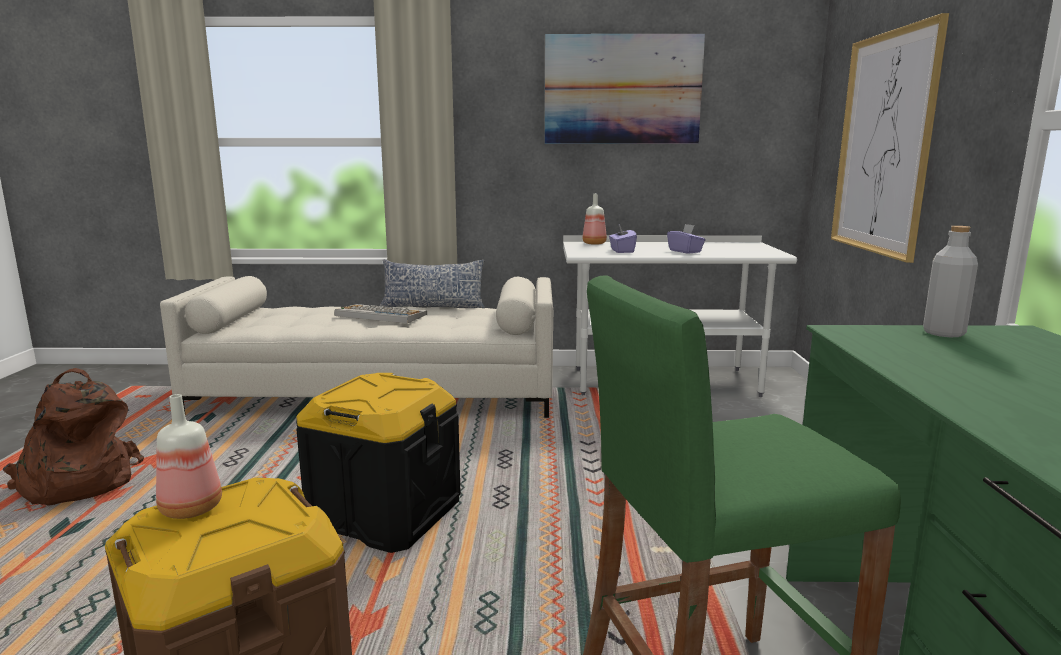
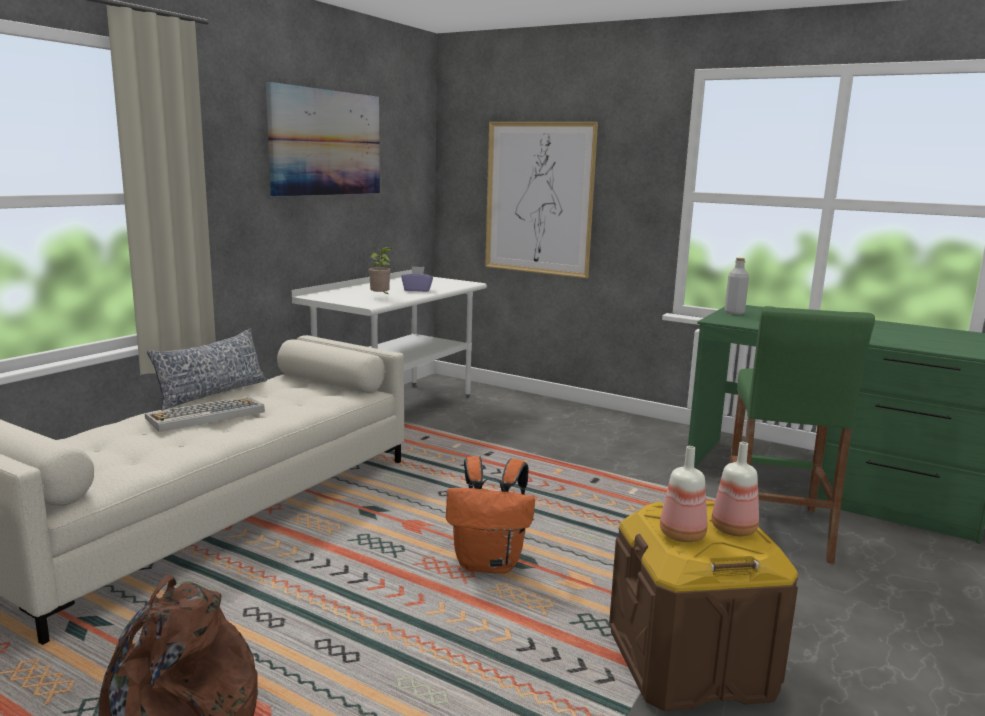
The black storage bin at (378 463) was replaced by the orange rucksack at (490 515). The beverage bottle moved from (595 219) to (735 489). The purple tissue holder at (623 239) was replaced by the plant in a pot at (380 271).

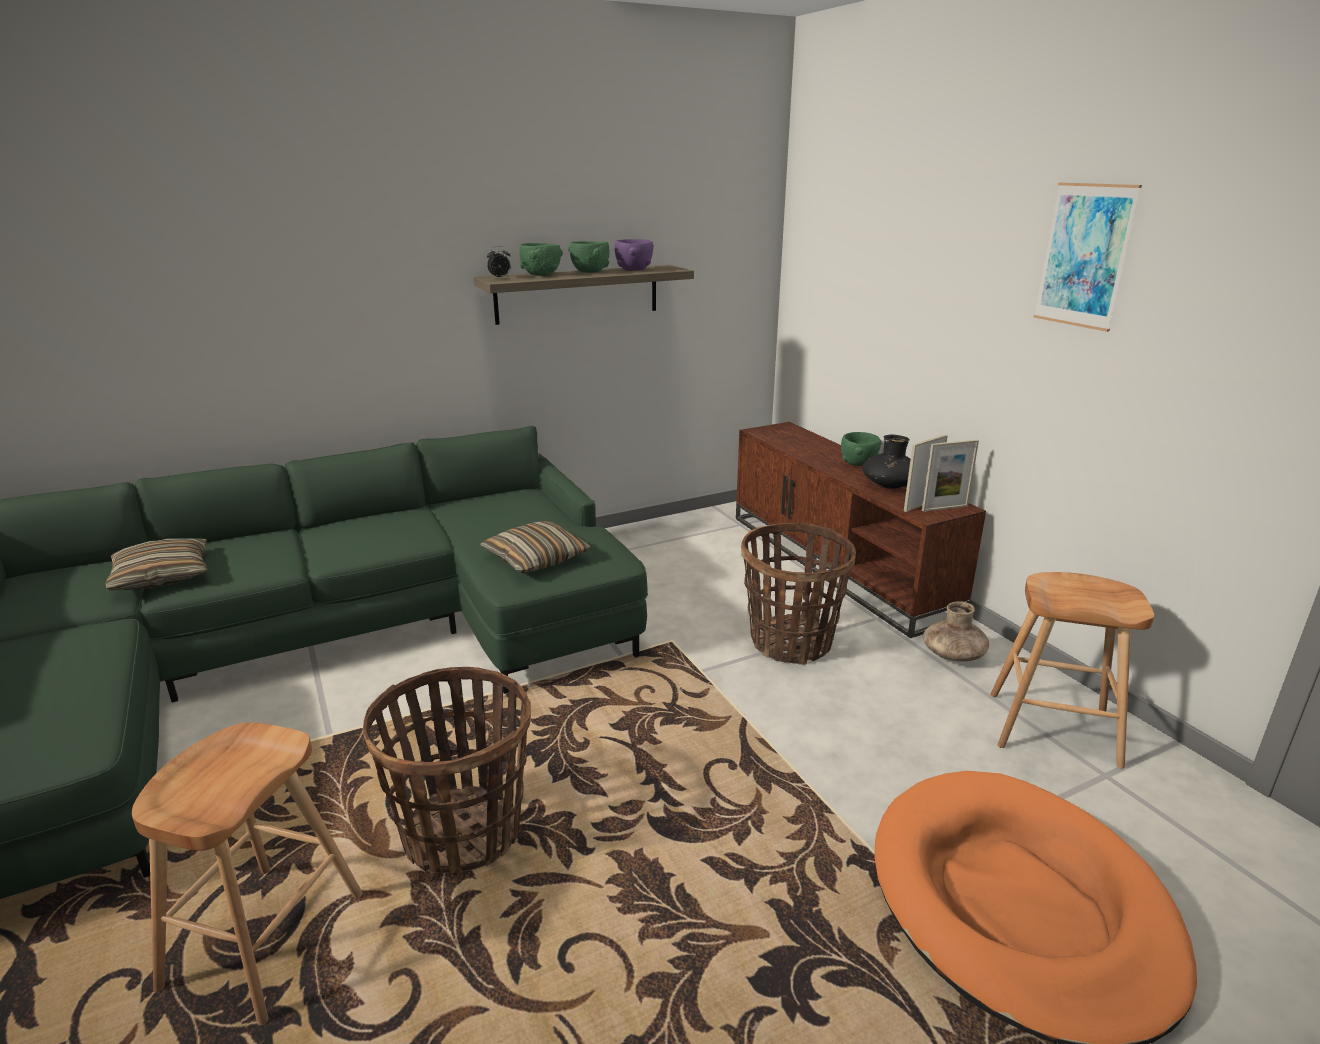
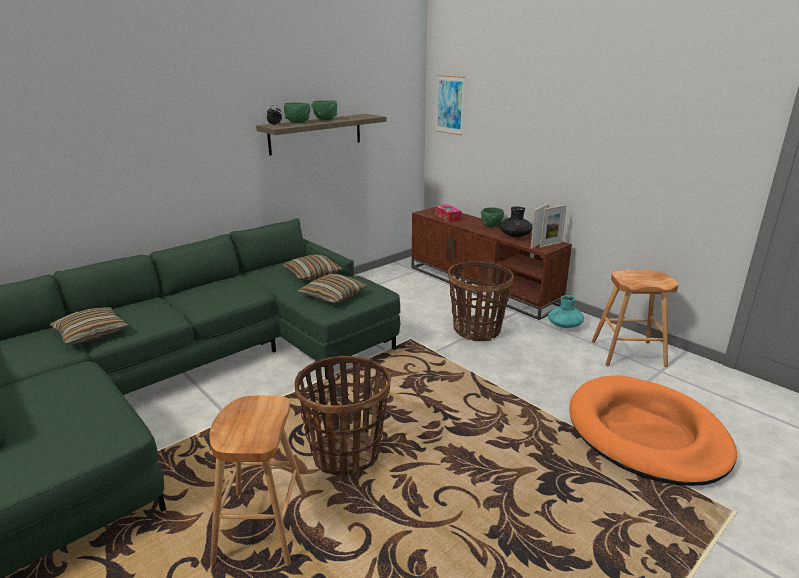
The purple bowl at (634 255) disappeared. The brownish decorative vase at (956 631) became the blue-green decorative vase at (566 311). The wall art moved from (1088 257) to (450 105). The throw pillow at (312 267) appeared. The tissue holder at (448 213) appeared.

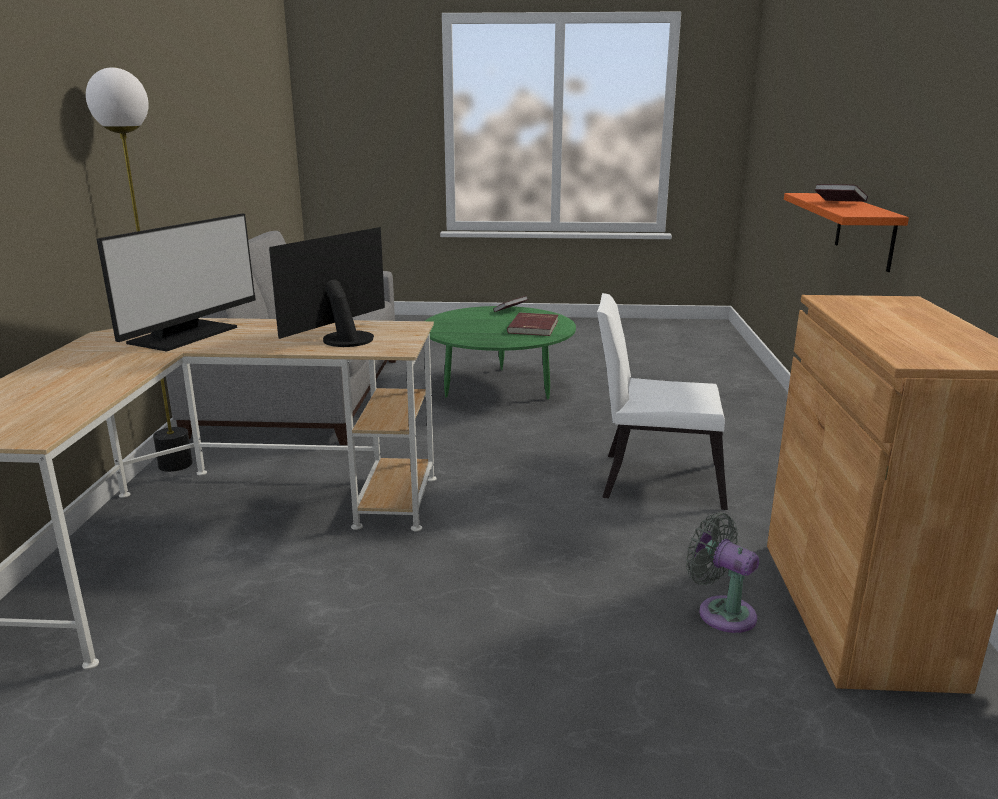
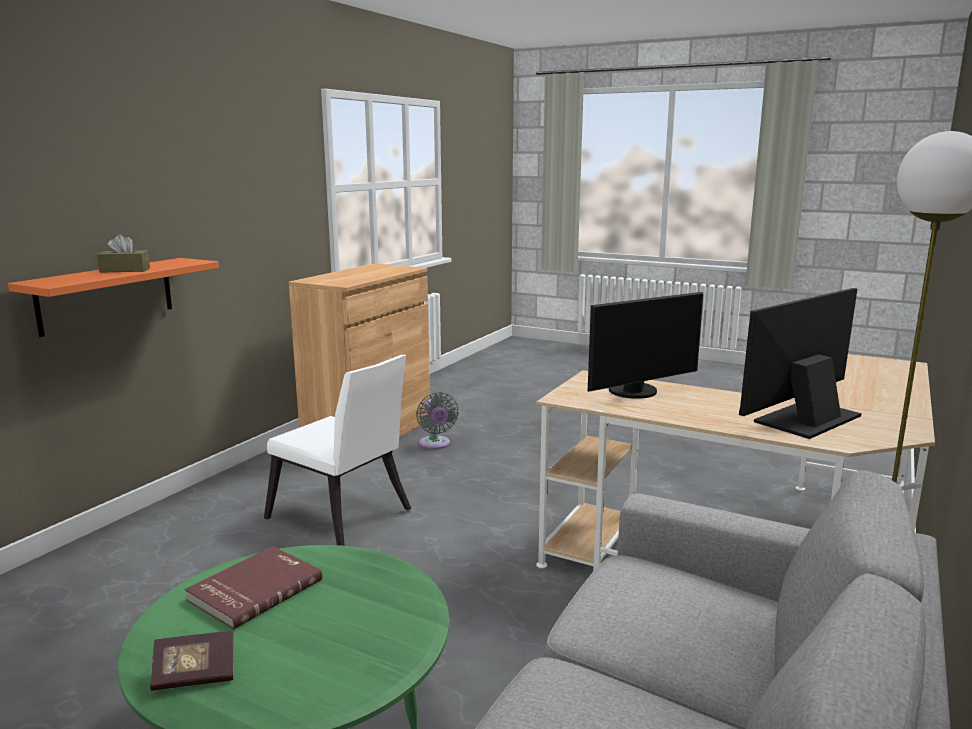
The book at (841 193) was replaced by the brownish tissue holder at (123 253).

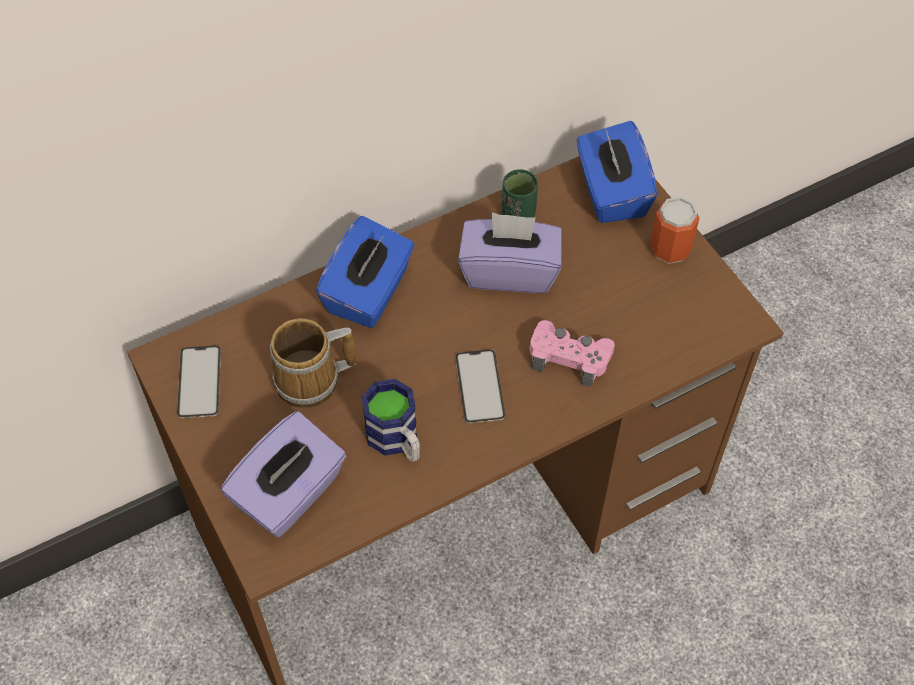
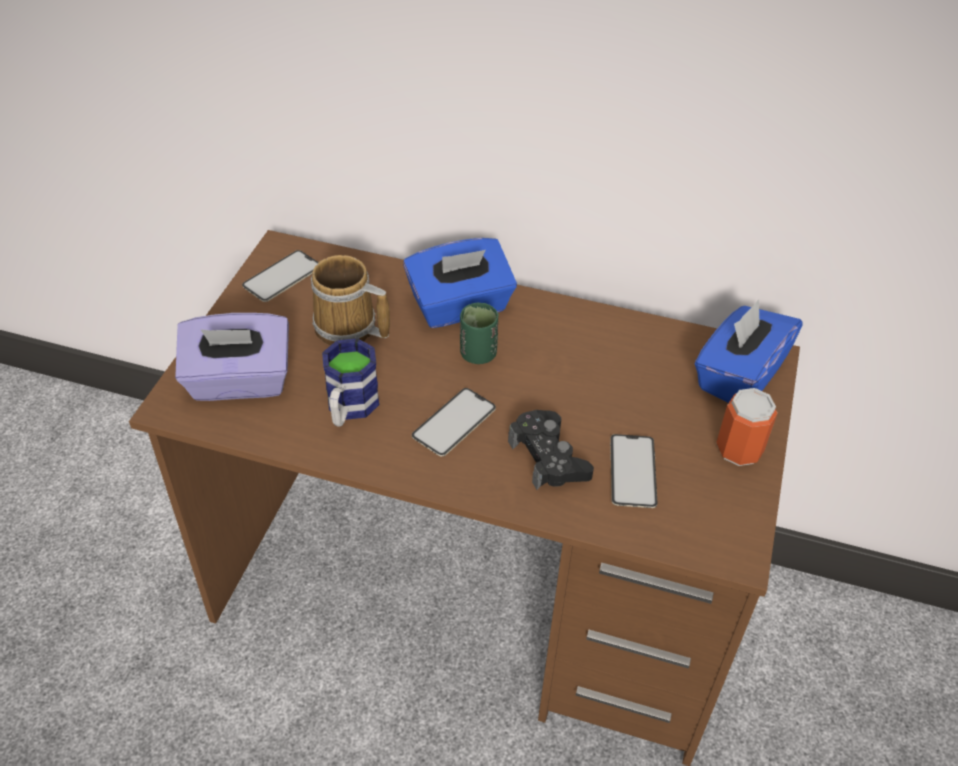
The purple tissue holder at (510 252) disappeared. The green small cup moved from (520 193) to (479 333). The pinkish game controller at (572 353) became the black game controller at (551 450). The telephone at (633 471) appeared.

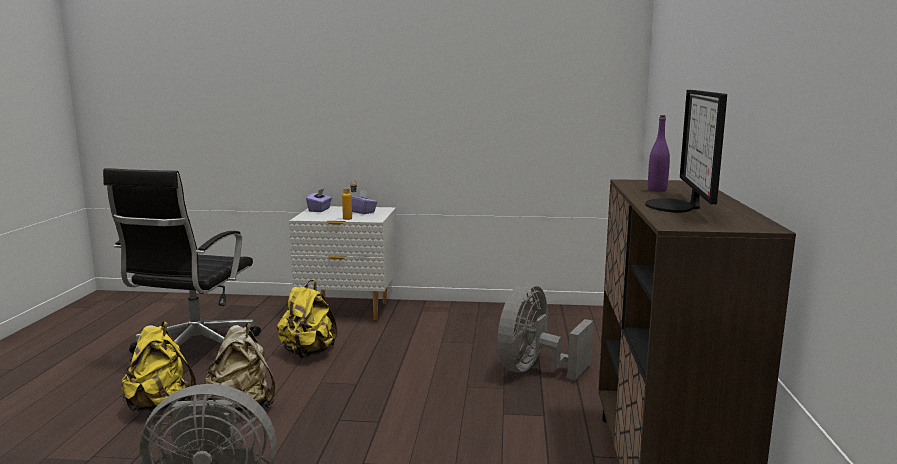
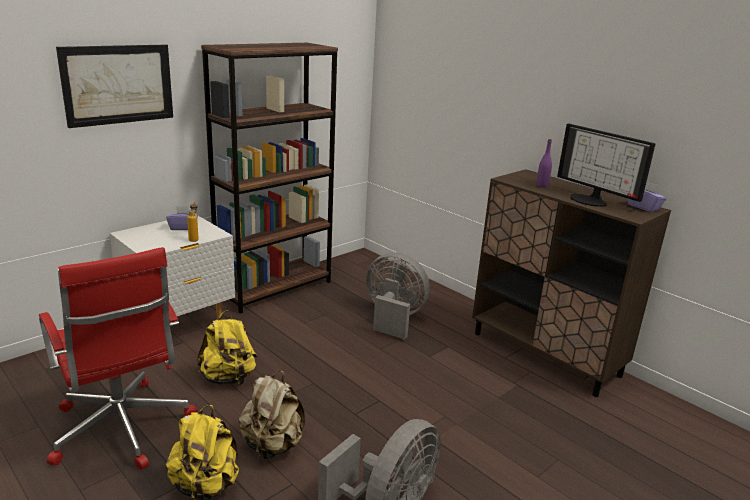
The black desk chair at (182 261) became the red-coloured desk chair at (118 358). The purple tissue holder moved from (319 200) to (646 197). The greyish electric fan at (545 331) turned 135 degrees clockwise. The wall art at (114 86) appeared. The brownish bookshelf at (269 178) appeared.

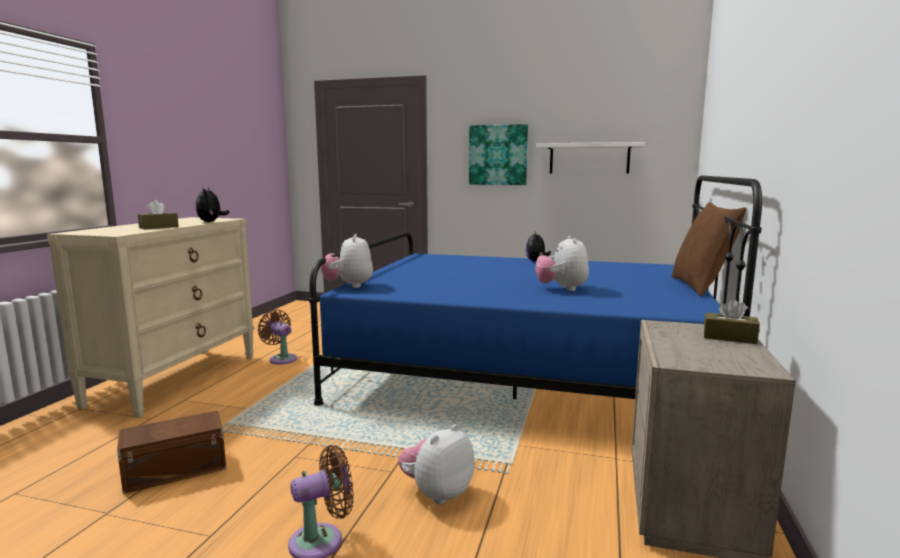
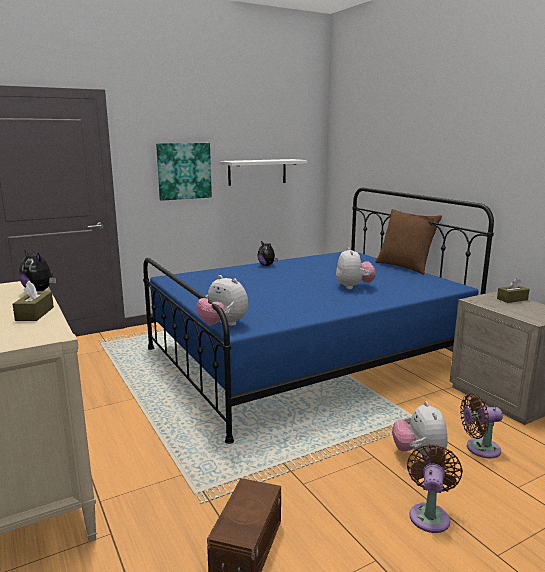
The brownish electric fan moved from (277 337) to (481 426). The soft toy at (562 263) turned 135 degrees counterclockwise.

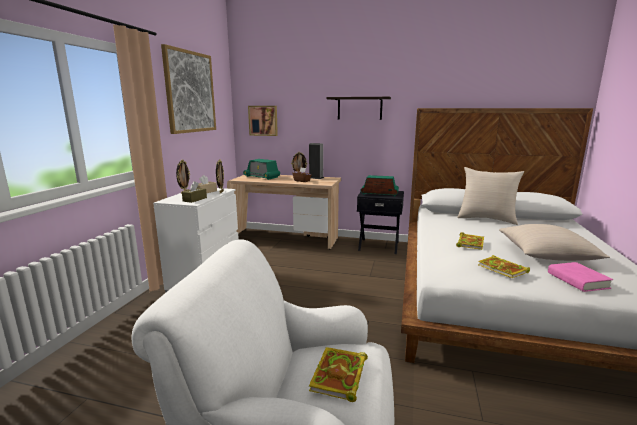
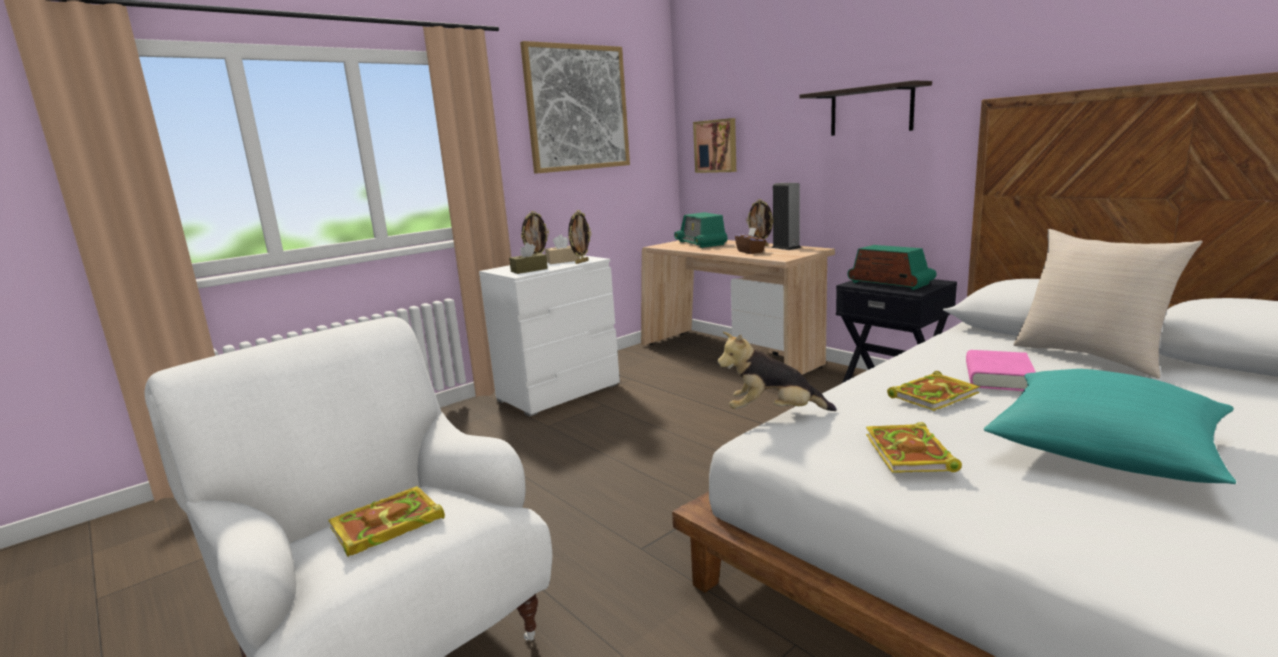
The sand-coloured throw pillow at (554 242) became the blue-green throw pillow at (1110 426). The pinkish book moved from (580 277) to (1000 370). The soft toy at (777 371) appeared.

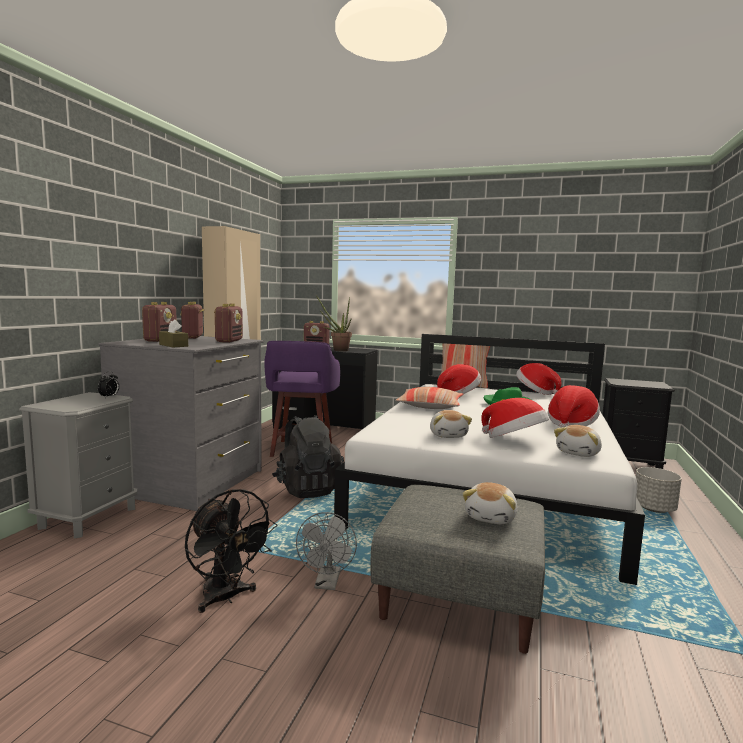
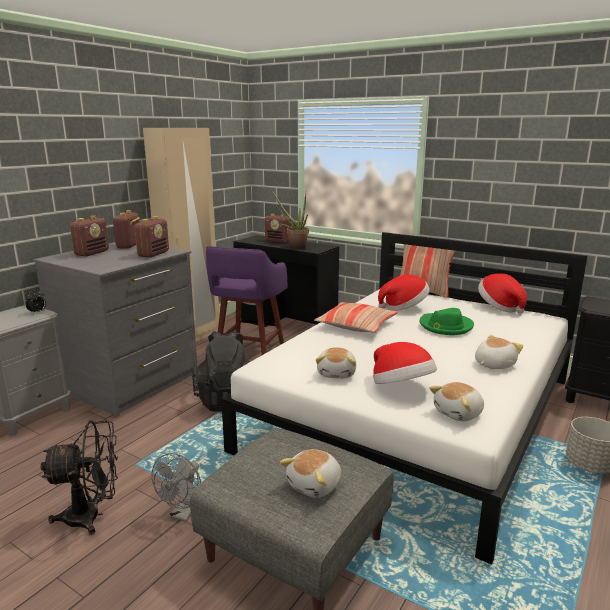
The brownish tissue holder at (173 333) disappeared. The black electric fan at (231 551) turned 75 degrees counterclockwise. The hat at (574 406) was replaced by the soft toy at (499 352).

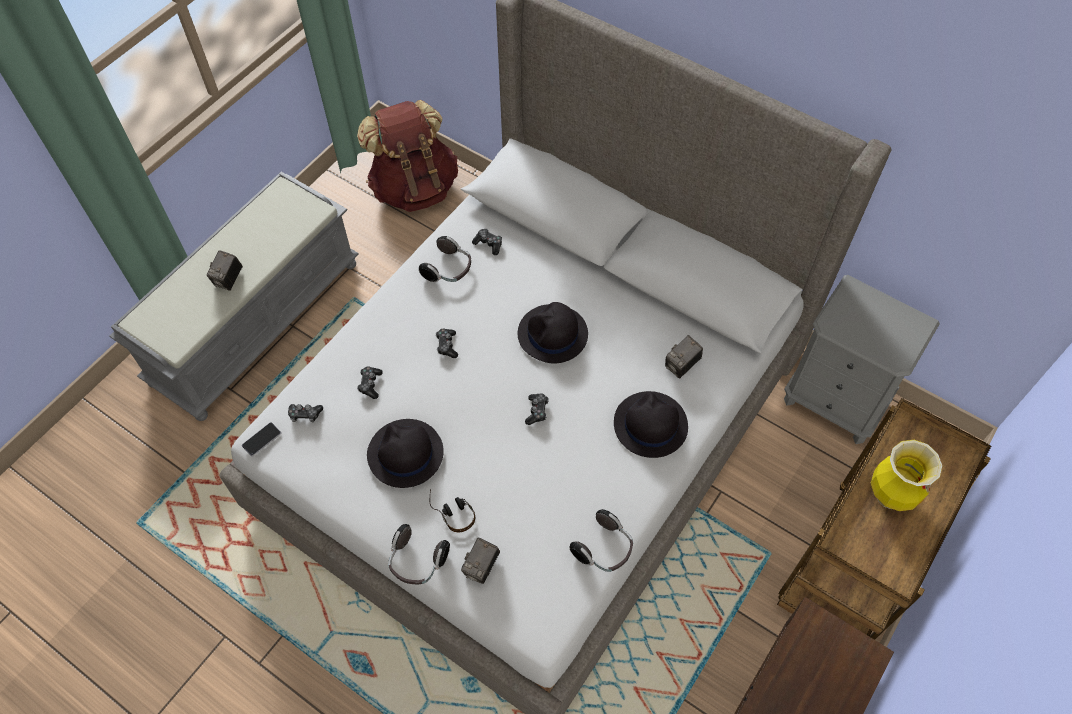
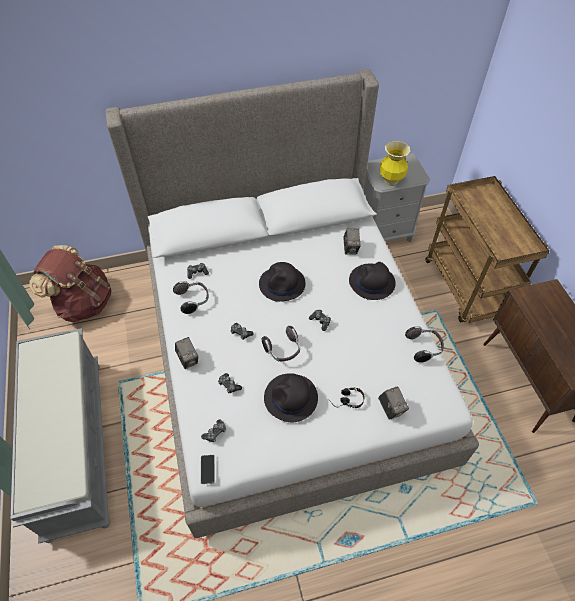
The photo camera moved from (225 270) to (186 353). The headphones moved from (419 554) to (281 343). The decorative vase moved from (906 475) to (395 163).

